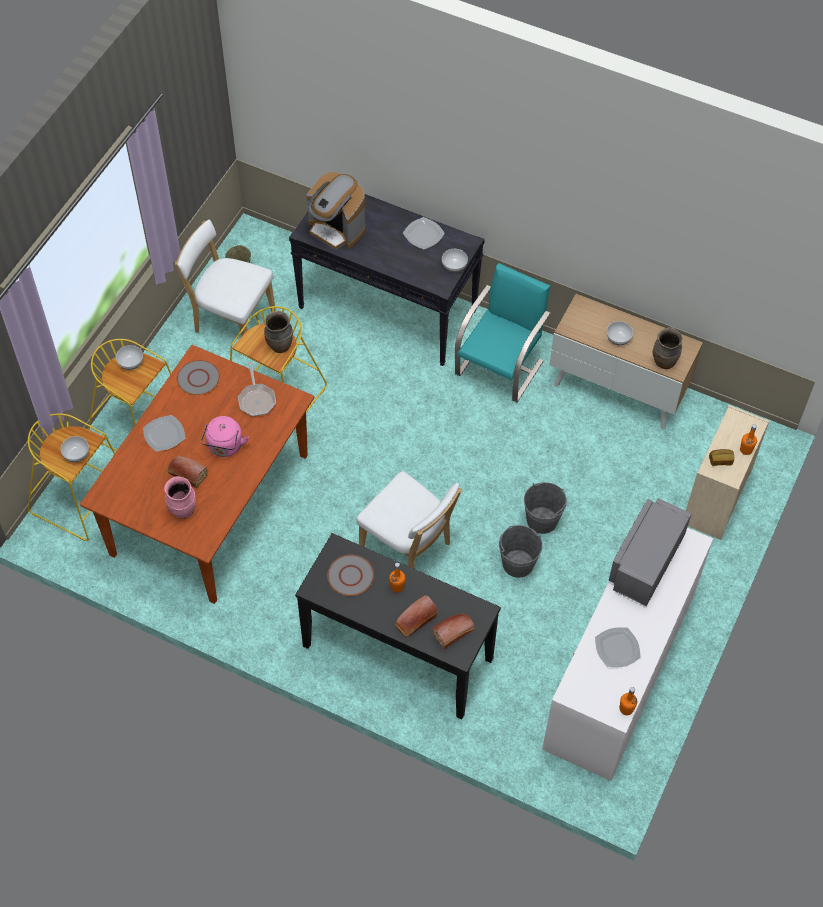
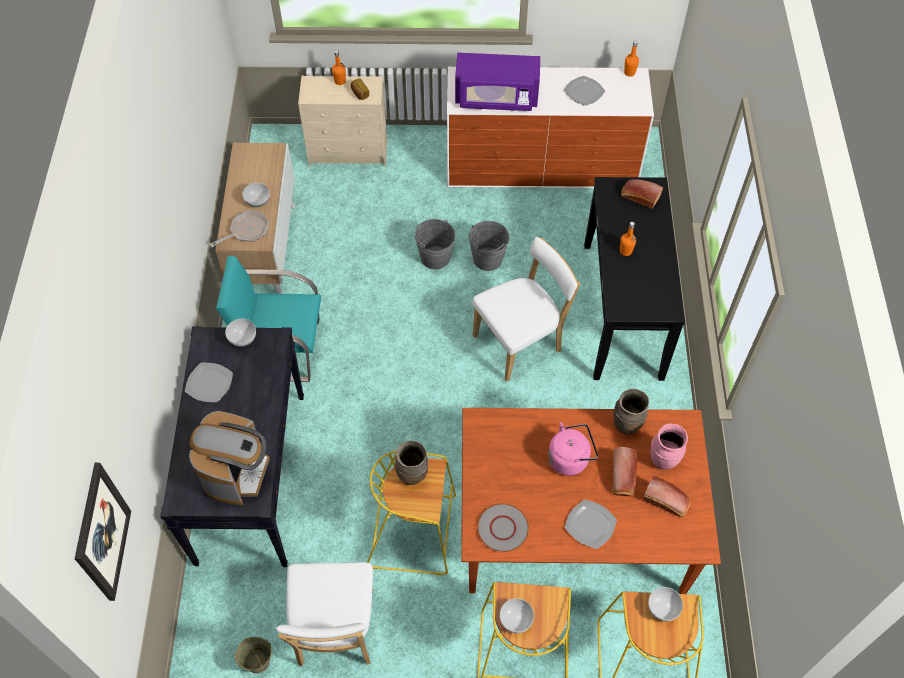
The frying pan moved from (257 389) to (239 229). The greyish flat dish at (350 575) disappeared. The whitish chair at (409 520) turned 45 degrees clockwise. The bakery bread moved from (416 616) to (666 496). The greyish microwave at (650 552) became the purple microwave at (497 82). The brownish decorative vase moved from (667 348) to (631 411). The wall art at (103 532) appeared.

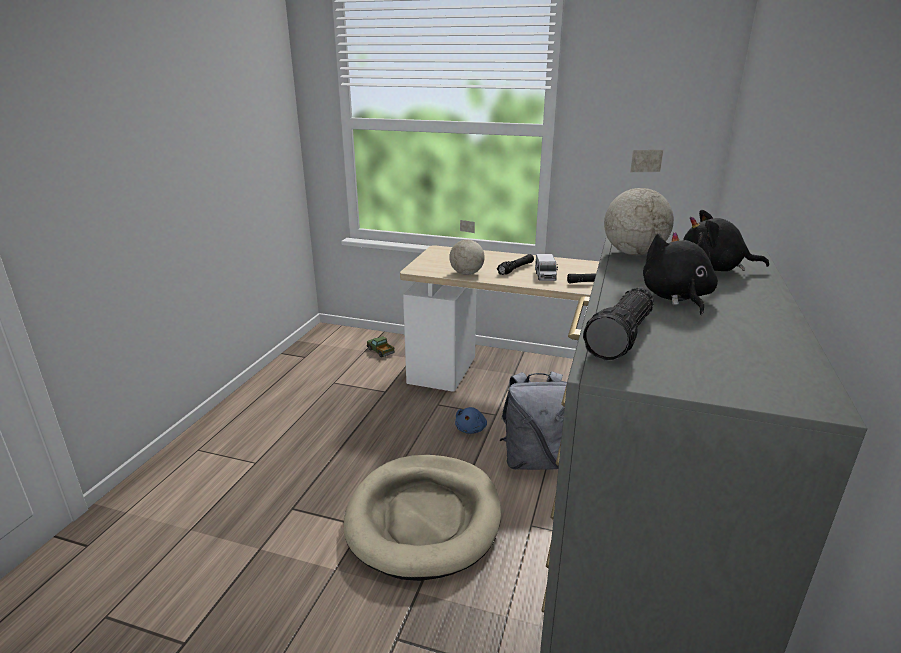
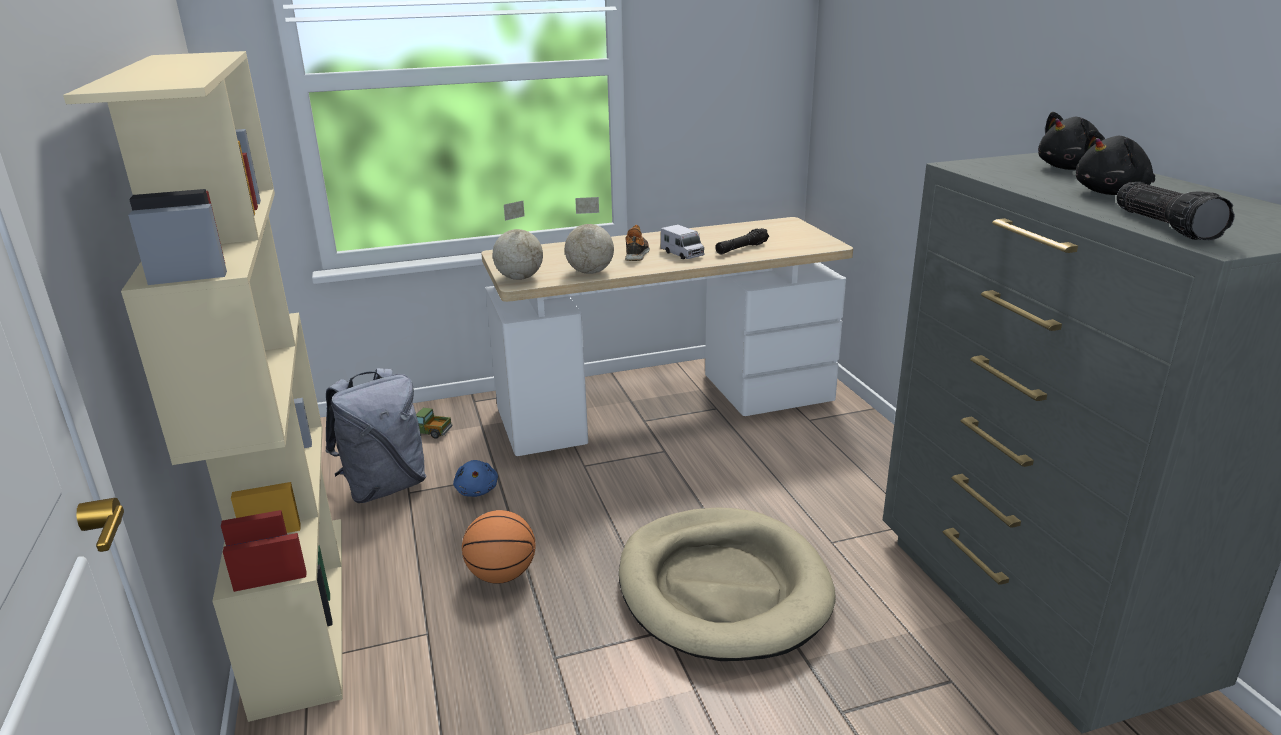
The bluish soft toy moved from (471 420) to (475 478). The black flashlight at (515 264) was replaced by the shoe at (637 243). The greyish rucksack moved from (533 420) to (376 435). The desk globe moved from (639 202) to (518 240). The black soft toy at (680 273) turned 75 degrees counterclockwise. The sand-coloured bookshelf at (203 386) appeared. The basketball ball at (499 547) appeared.

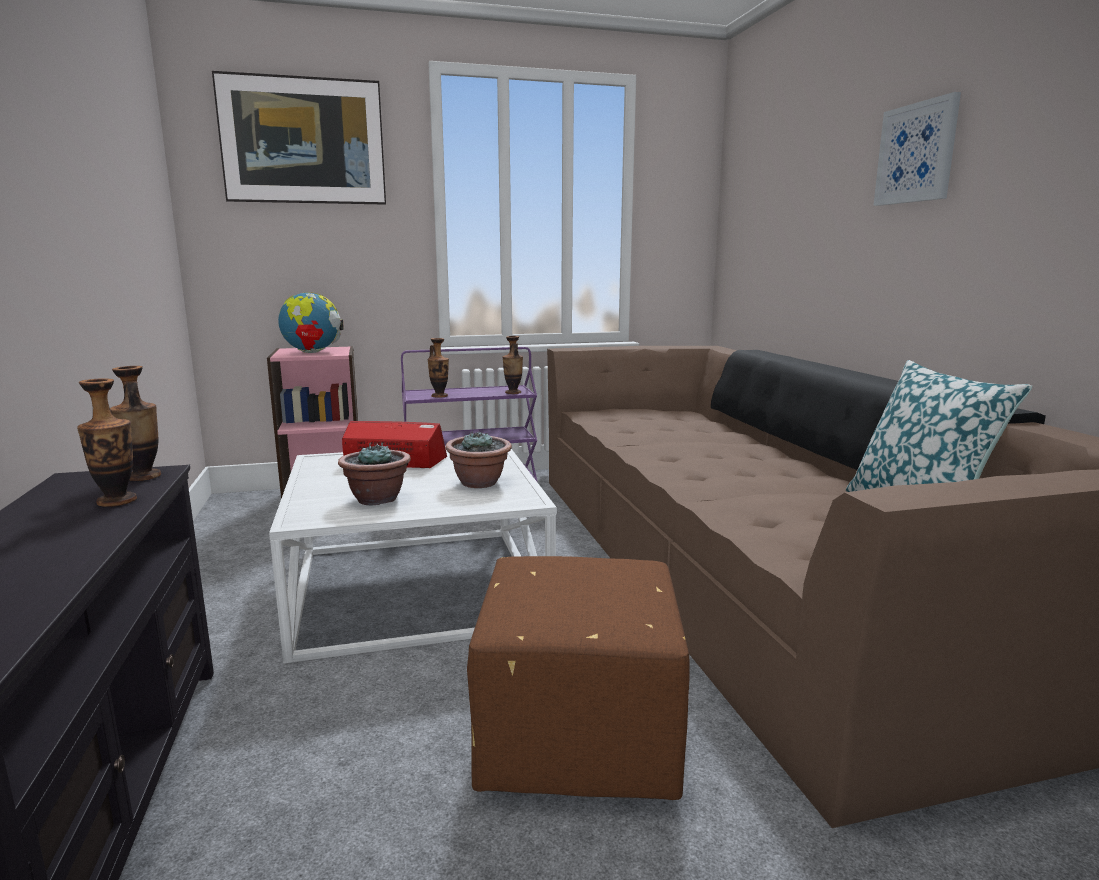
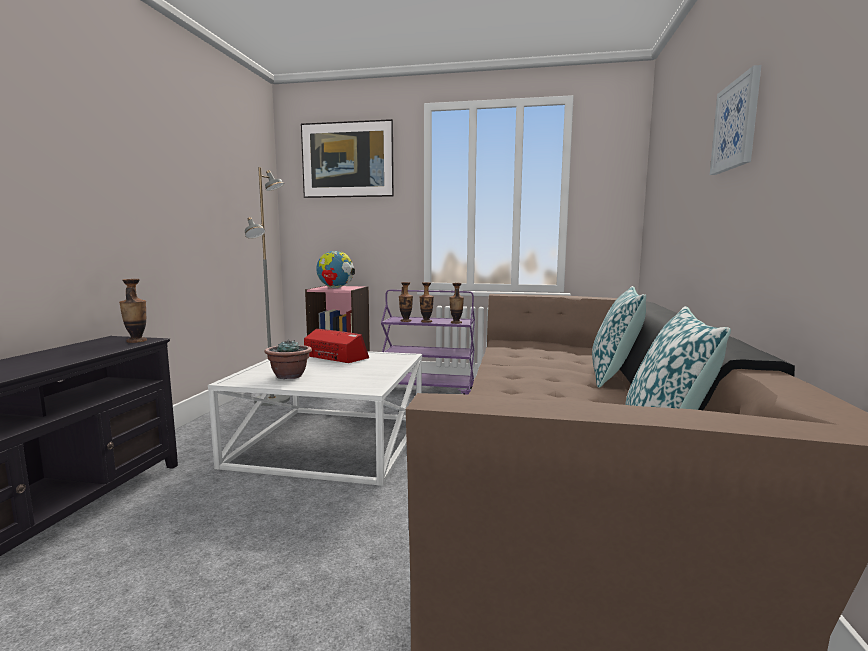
The decorative vase moved from (107 442) to (427 302). The plant in a pot at (478 459) disappeared. The brownish ottoman at (578 678) disappeared. The greyish standard lamp at (267 286) appeared. The throw pillow at (619 337) appeared.

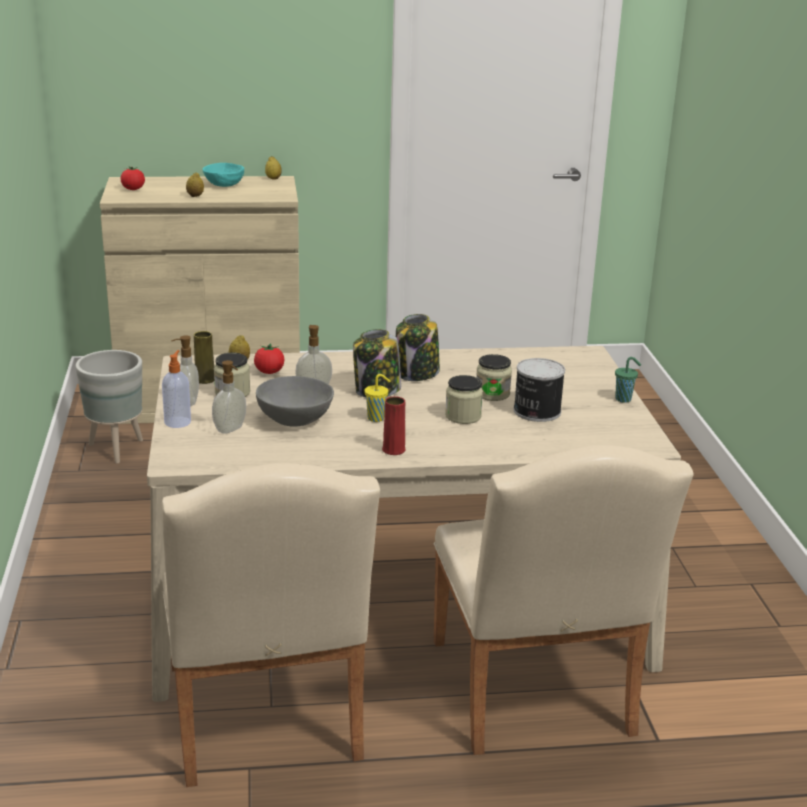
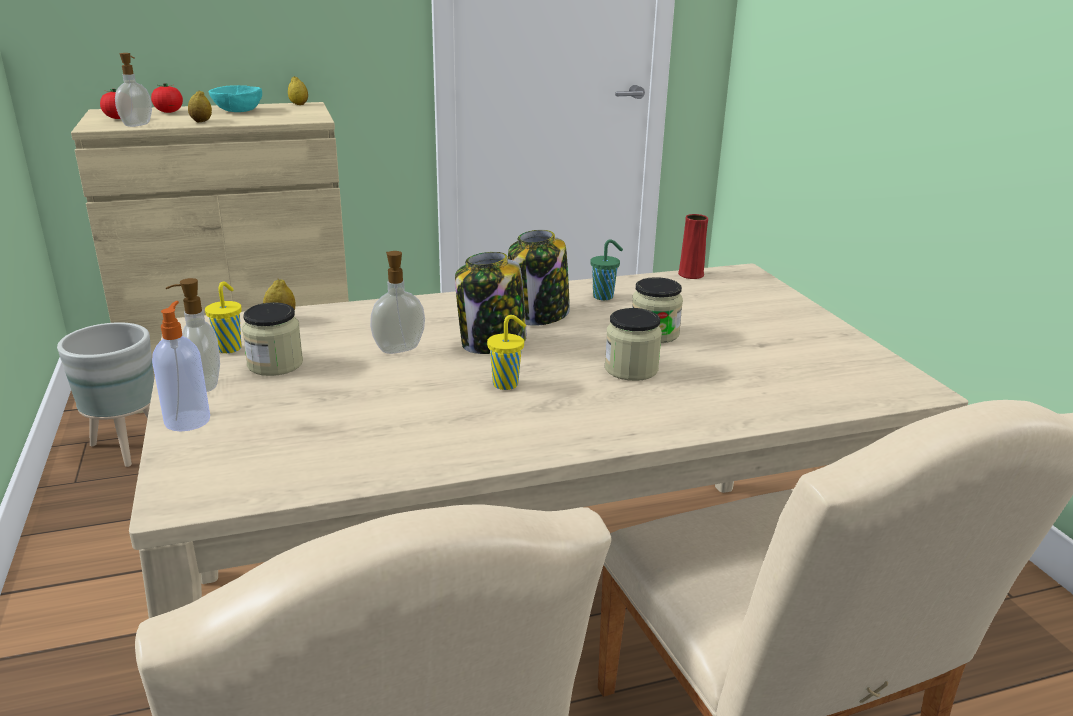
The yellowish decorative vase at (204 357) was replaced by the yellowish small cup at (223 317). The soap dispenser moved from (229 396) to (133 90). The tomato moved from (269 358) to (167 98). The greyish bowl at (295 401) disappeared. The red-coloured decorative vase moved from (394 425) to (693 246). The sealed can at (539 390) disappeared. The green small cup moved from (628 380) to (606 269).

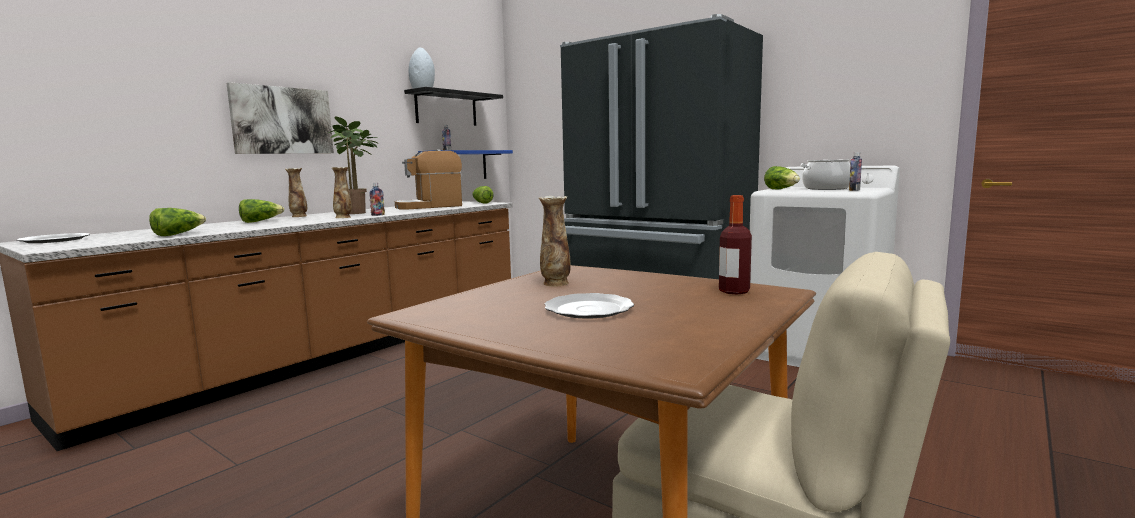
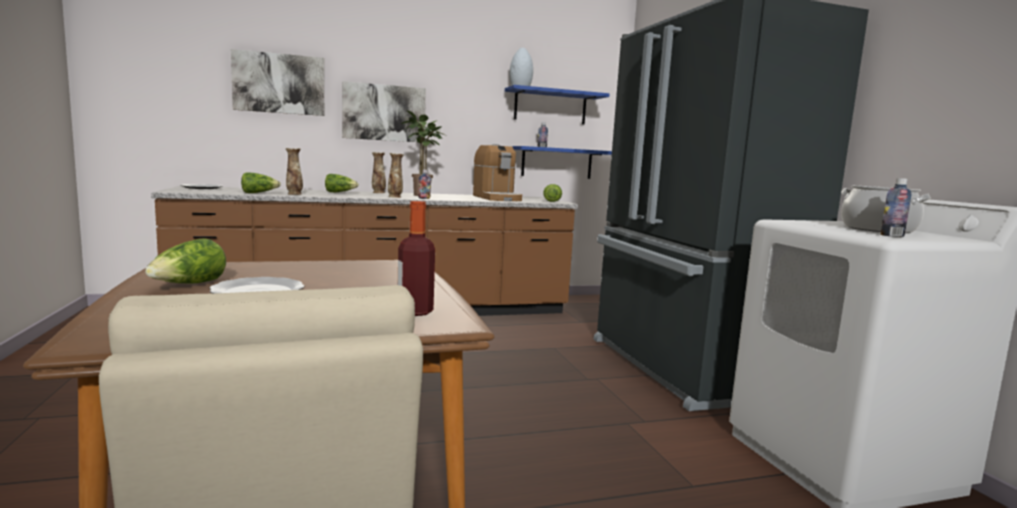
The coffee brewer at (428 180) turned 120 degrees counterclockwise. The black shelf at (453 106) became the bluish shelf at (557 104). The decorative vase moved from (555 241) to (294 171). The head of lettuce moved from (782 177) to (185 261). The wall art at (277 82) appeared.

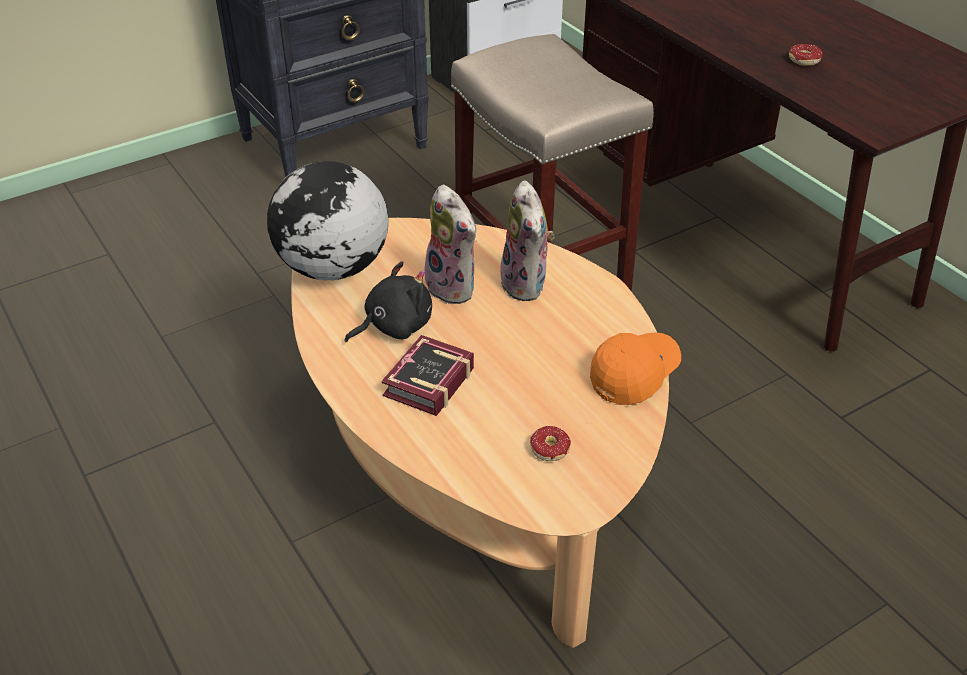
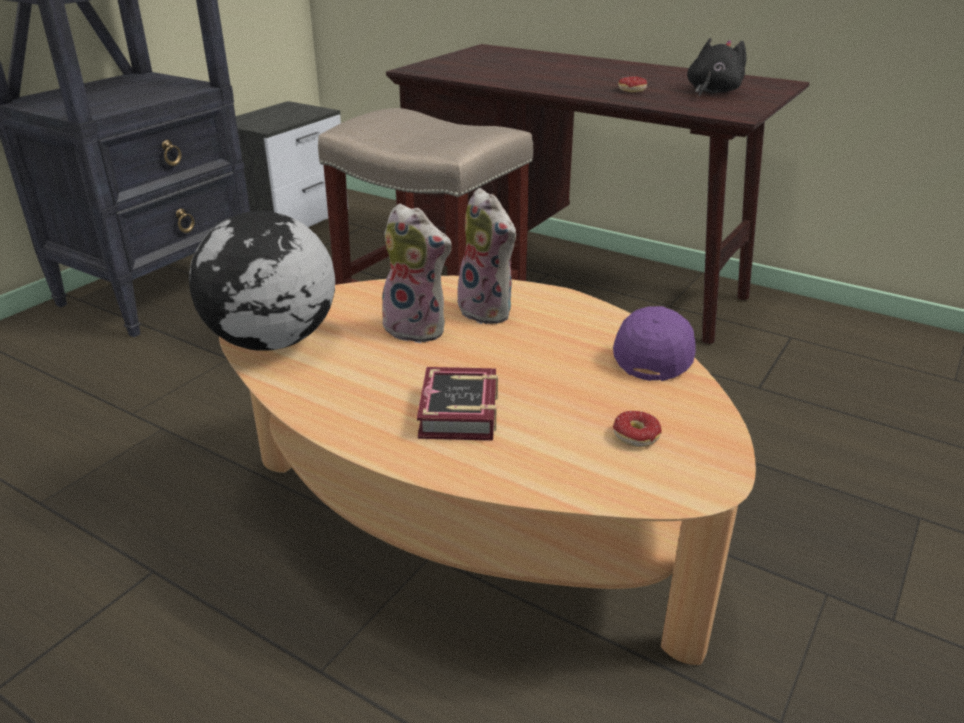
The black soft toy moved from (388 301) to (716 67). The orange peaked cap at (635 368) became the purple peaked cap at (654 343).

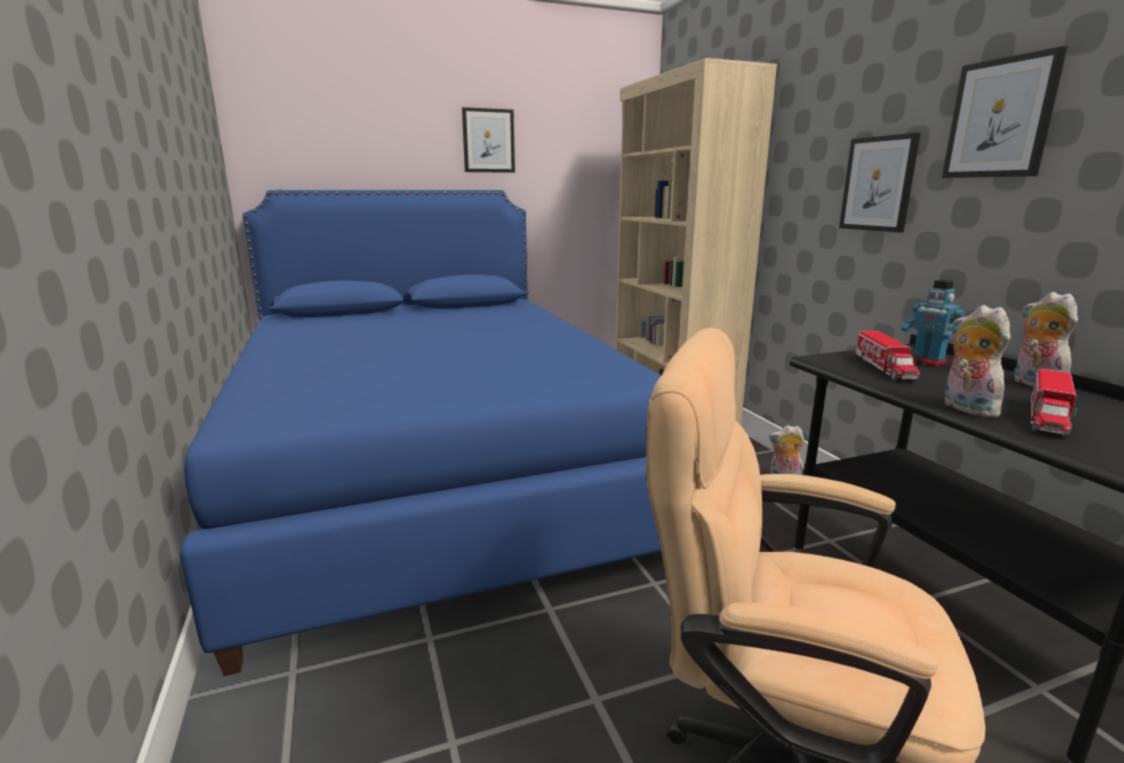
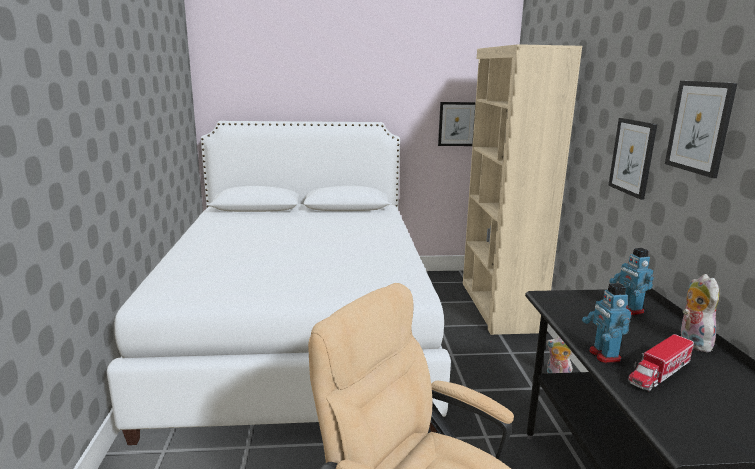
The bluish sleeping bed at (420 433) became the whitish sleeping bed at (279 283). The wall art moved from (488 140) to (457 124). The toy truck at (887 356) disappeared. The soft toy at (977 361) was replaced by the toy robot at (606 323).

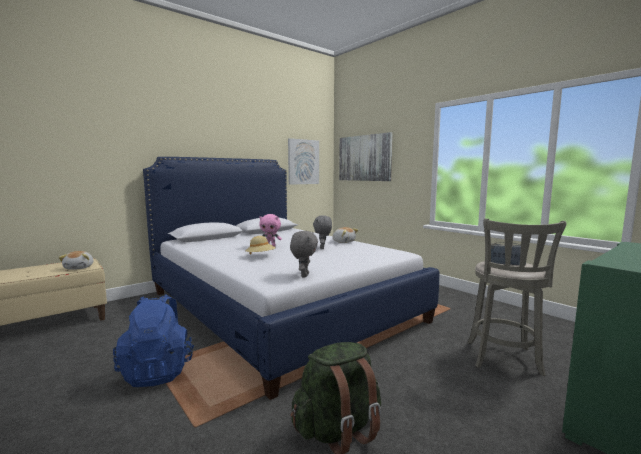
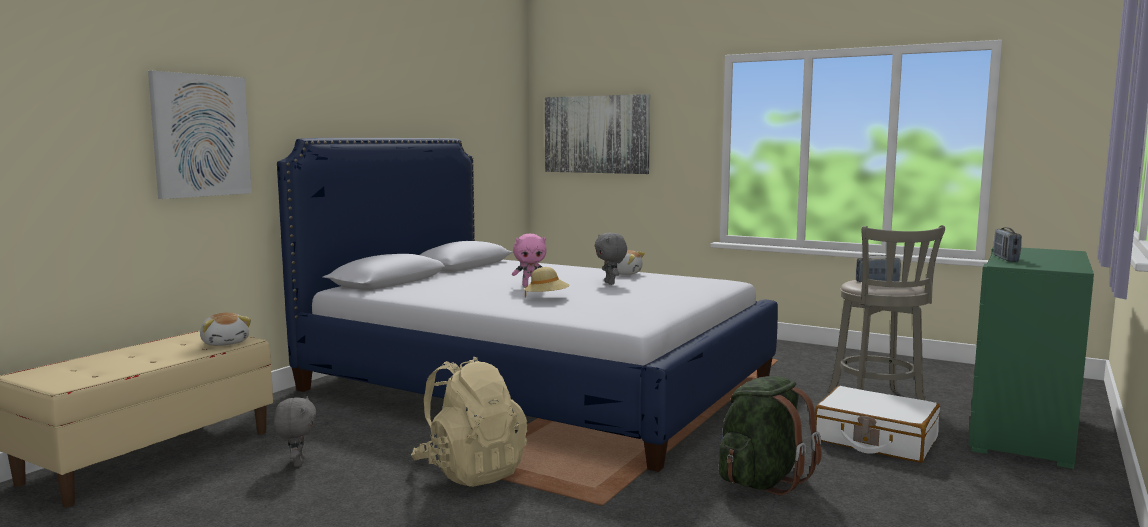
The bluish rucksack at (153 340) became the sand-coloured rucksack at (469 422). The wall art moved from (303 161) to (200 135). The greyish soft toy moved from (304 254) to (295 431). The whitish piece of luggage at (877 424) appeared. The radio at (1007 244) appeared.

